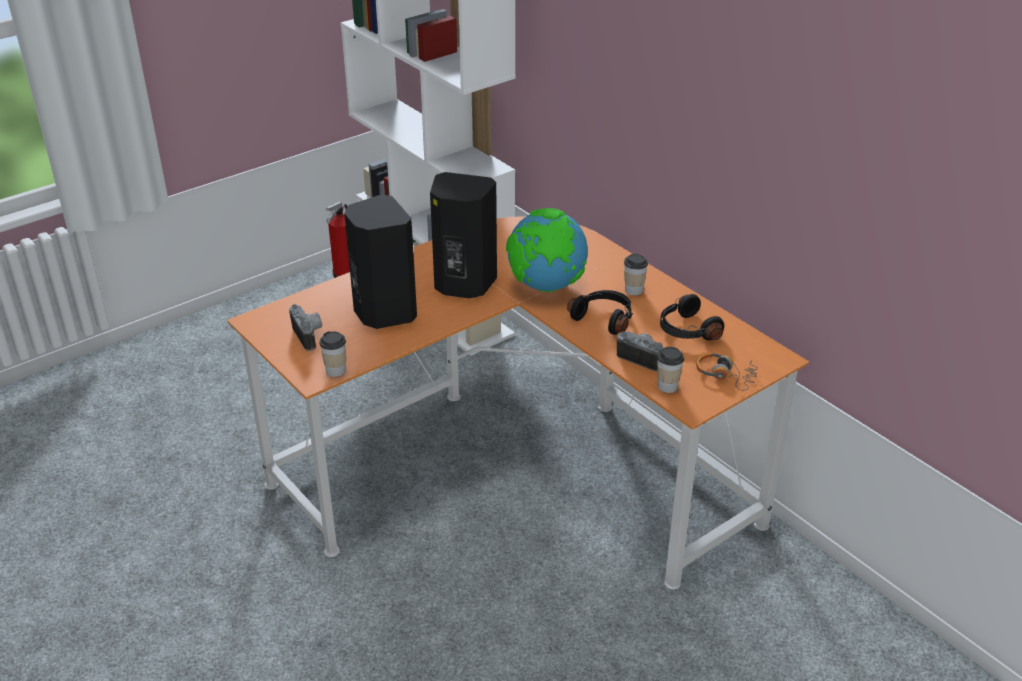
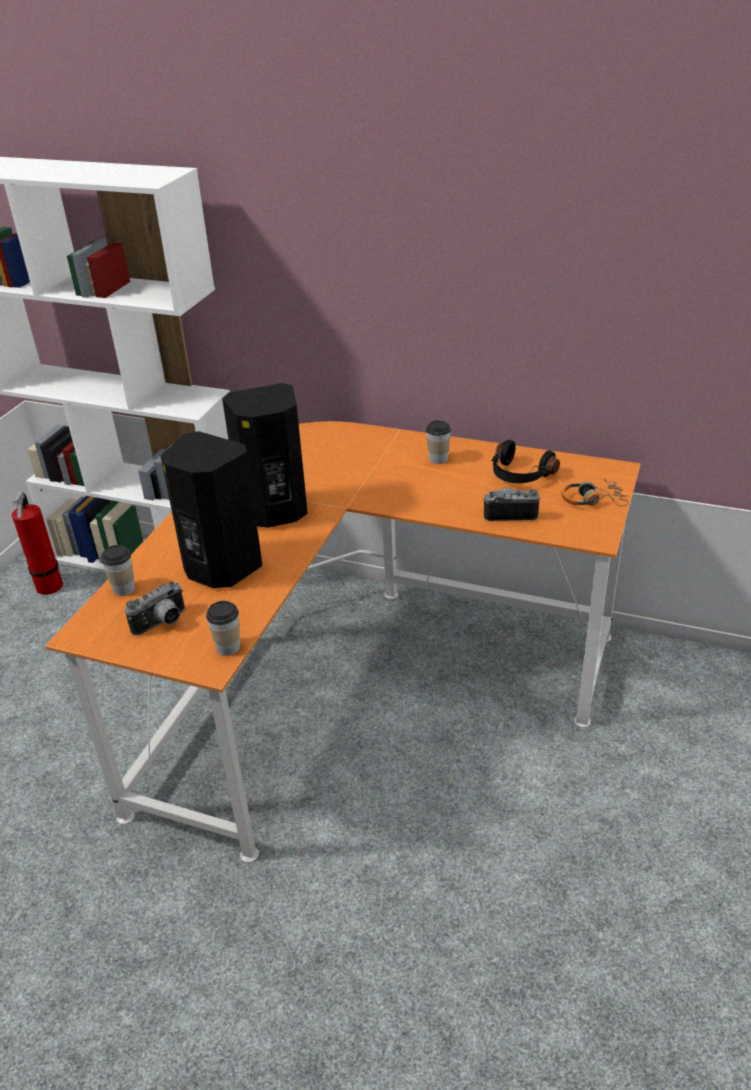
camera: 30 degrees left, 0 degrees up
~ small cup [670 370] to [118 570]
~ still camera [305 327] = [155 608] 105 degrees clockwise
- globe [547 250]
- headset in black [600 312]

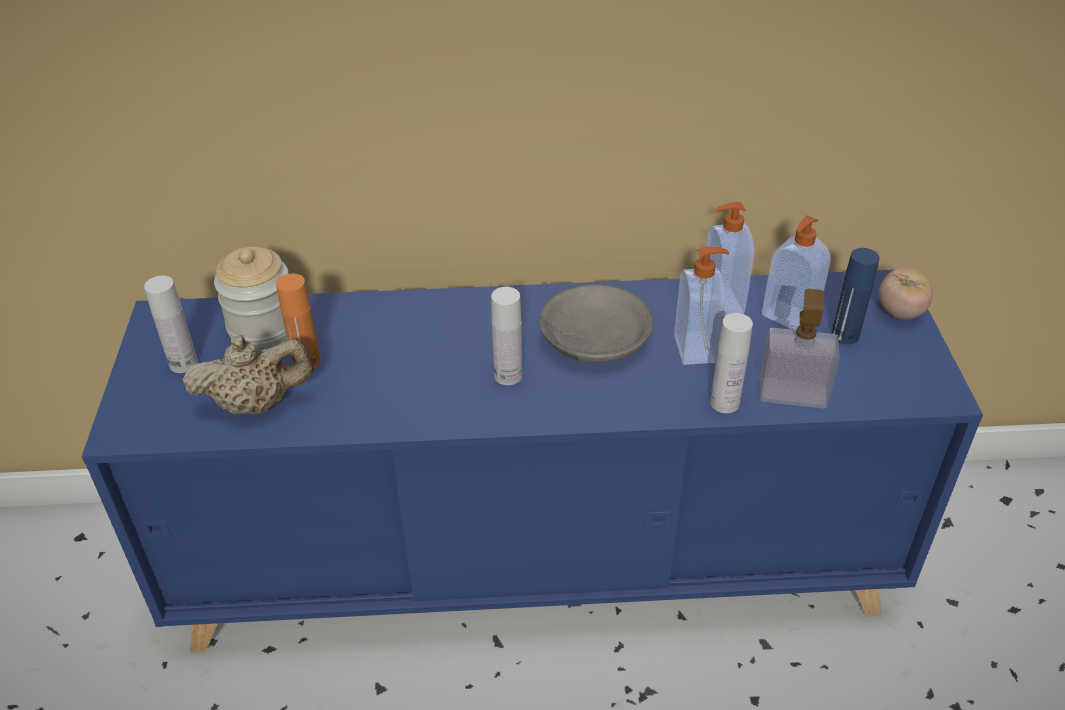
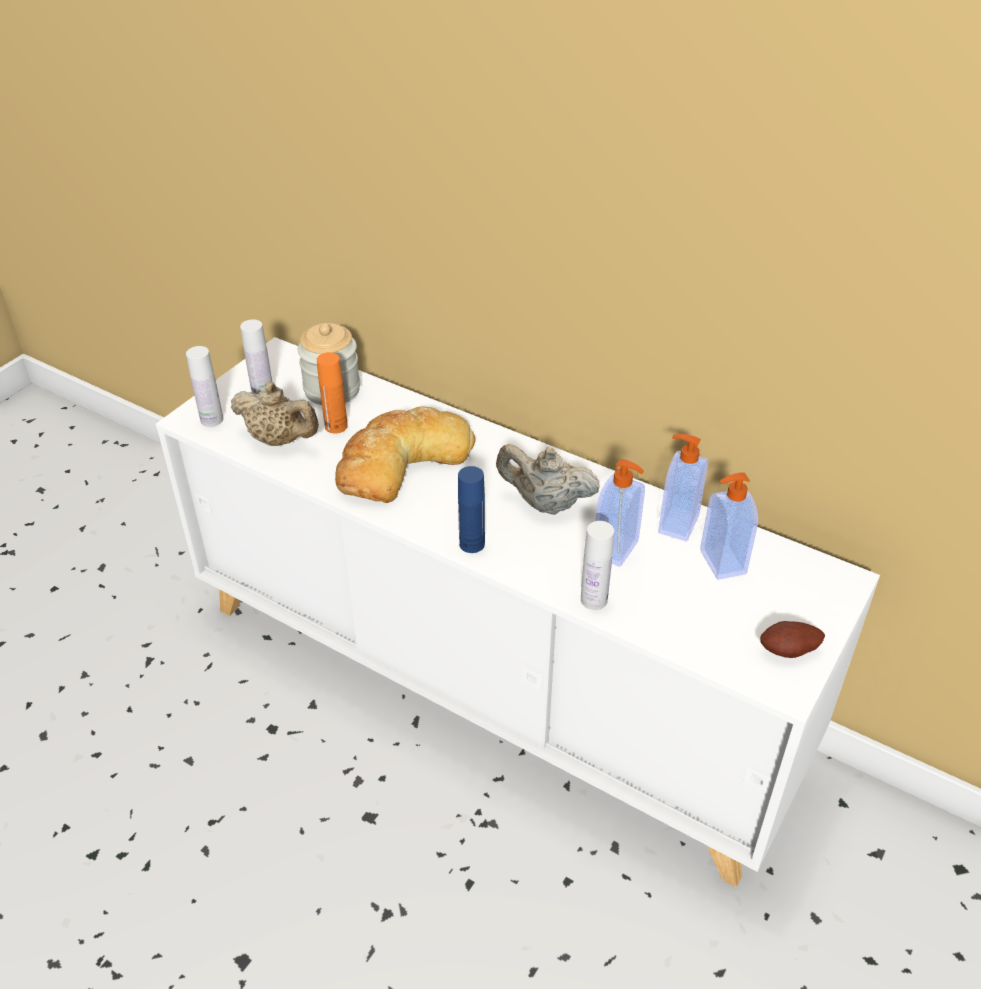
camera: 35 degrees right, 0 degrees up
~ cupboard in blue [532 461] to cupboard in white-coloured [518 612]
~ bottle in white-coloured [507 336] to [204 386]
+ bread [405 454]
~ bottle in blue [855 296] to [471 509]
~ bowl in gray [596 323] to tea pot in sand-coloured [548 479]
+ spud [792 639]
- soap dispenser [799 349]
- fresh tomato [906 293]

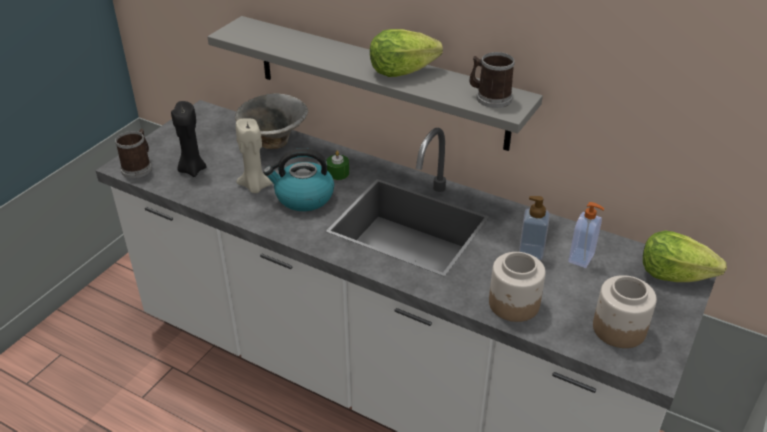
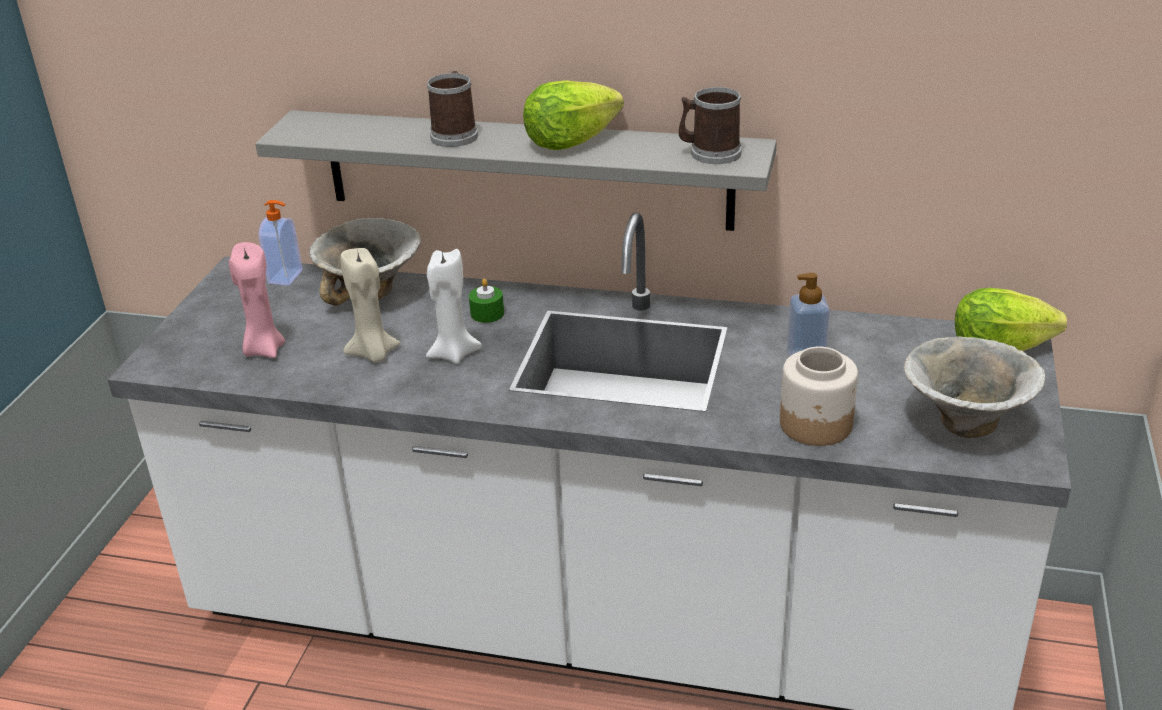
camera: 15 degrees left, 5 degrees down
~ wax candle in black [189 139] to wax candle in pinkish [257 300]
~ soap dispenser [586 235] to [280 243]
~ kettle [298 179] to wax candle in white-coloured [454 306]
~ mug [133 153] to [452 109]
~ preserve jar [625 311] to bowl [975 387]

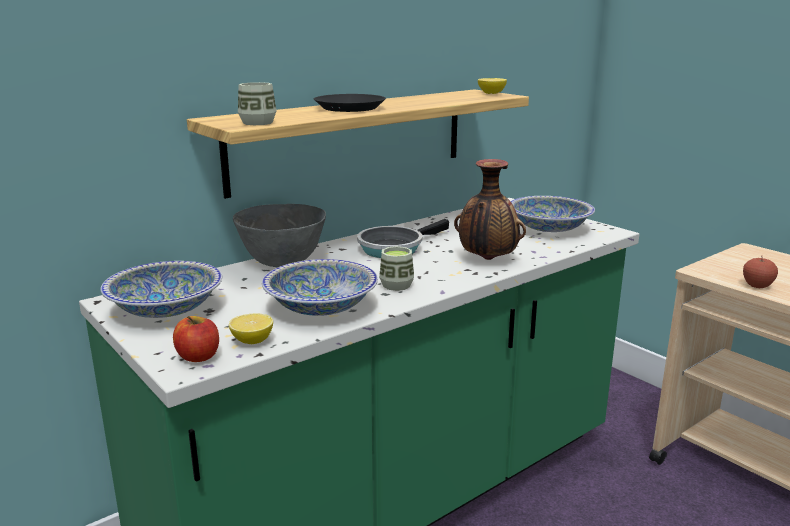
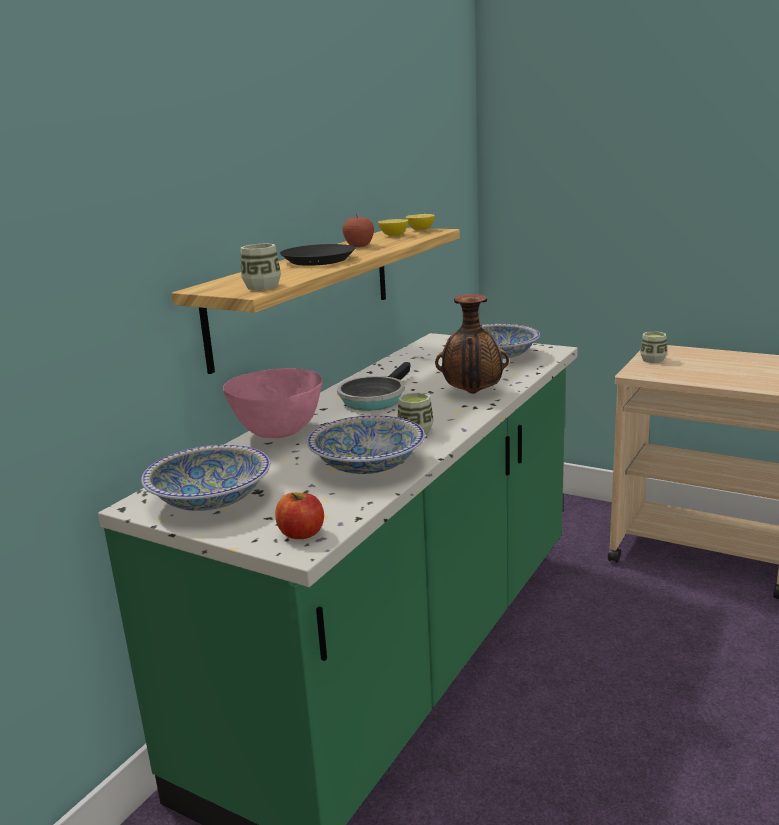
camera: 20 degrees left, 0 degrees up
~ bowl in gray [279 235] to bowl in pinkish [273 403]
~ apple [760 272] to [358 230]
~ citrus fruit [251 328] to [393 227]
+ small cup [653 347]

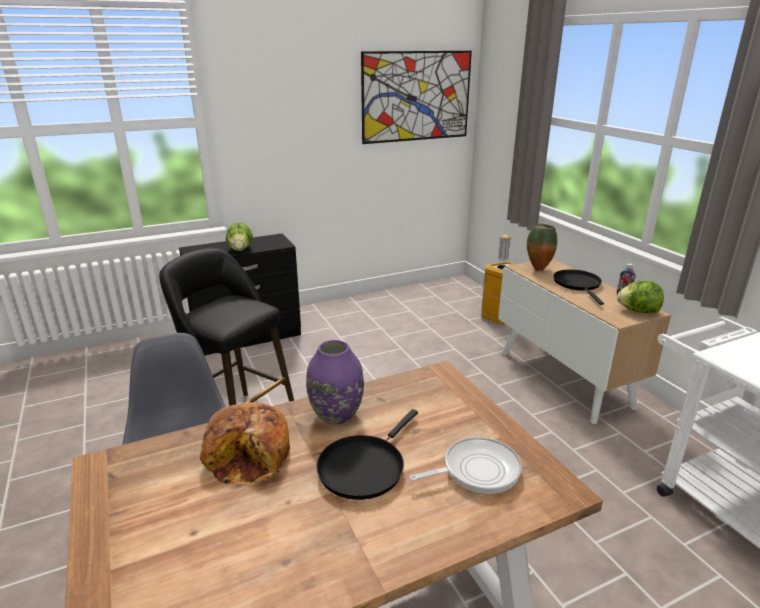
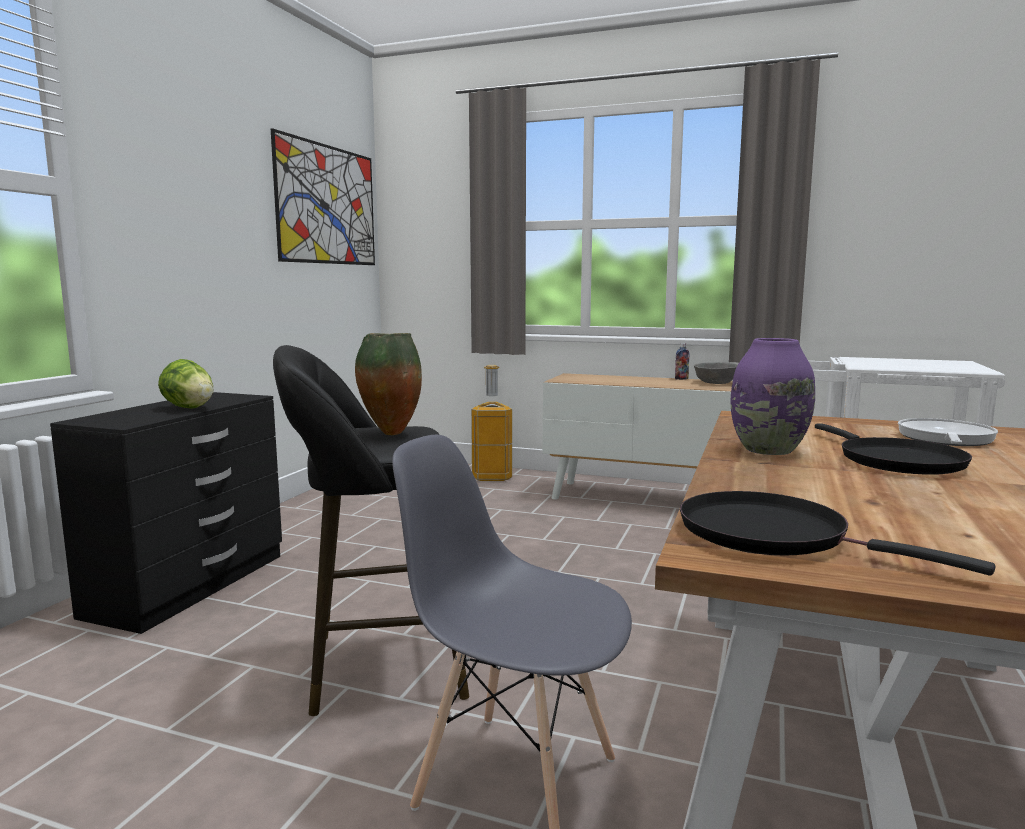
camera: 45 degrees left, 15 degrees down
~ vase [542 247] to [388 384]
~ pan in black [578 287] to [837 533]
~ head of lettuce [640 296] to bowl in gray [716 373]
- bread [245 443]

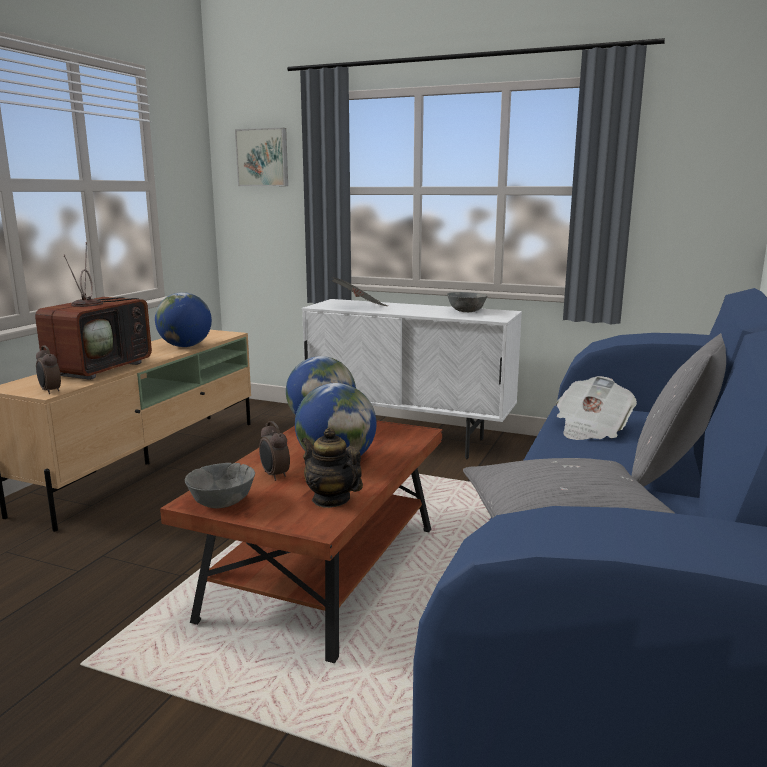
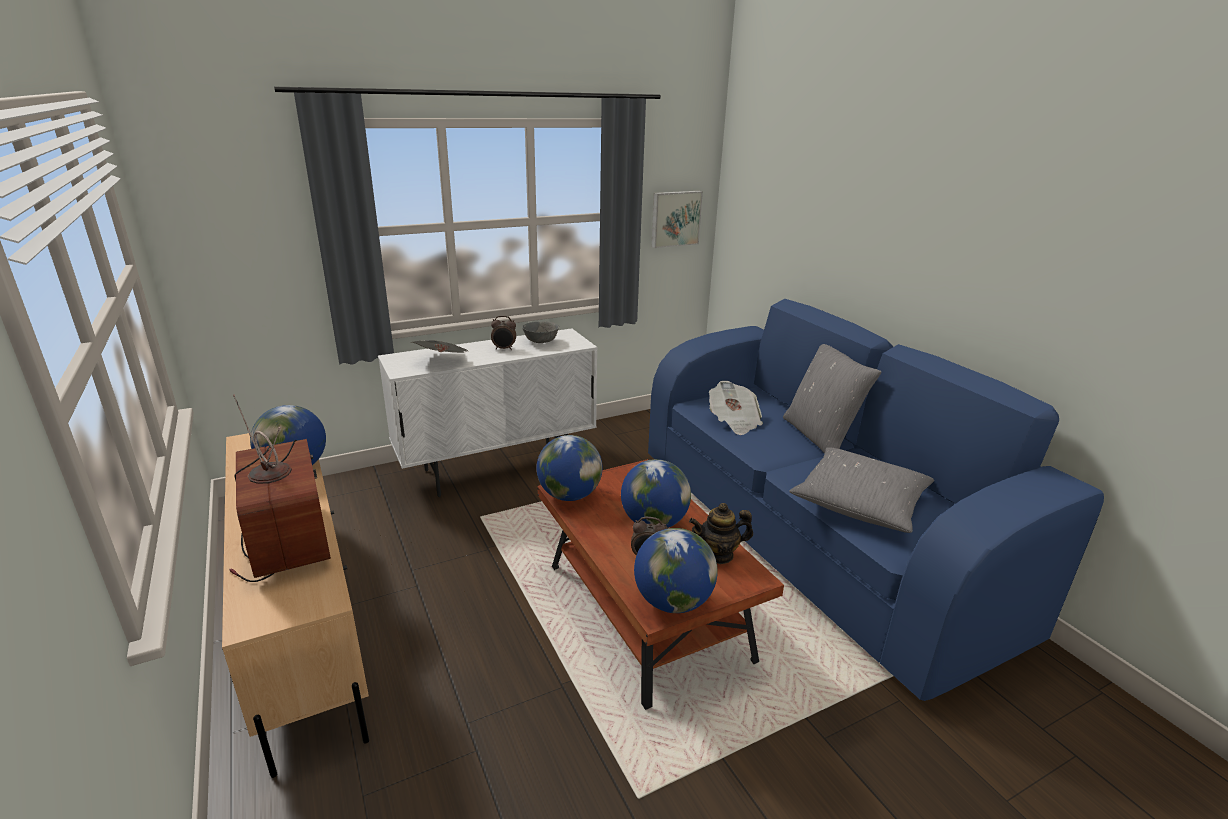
camera: 50 degrees left, 10 degrees up
~ bedside clock [48 369] to [503 333]
~ bowl in gray [220 485] to globe [676 570]
~ wall art [261 157] to [677 219]

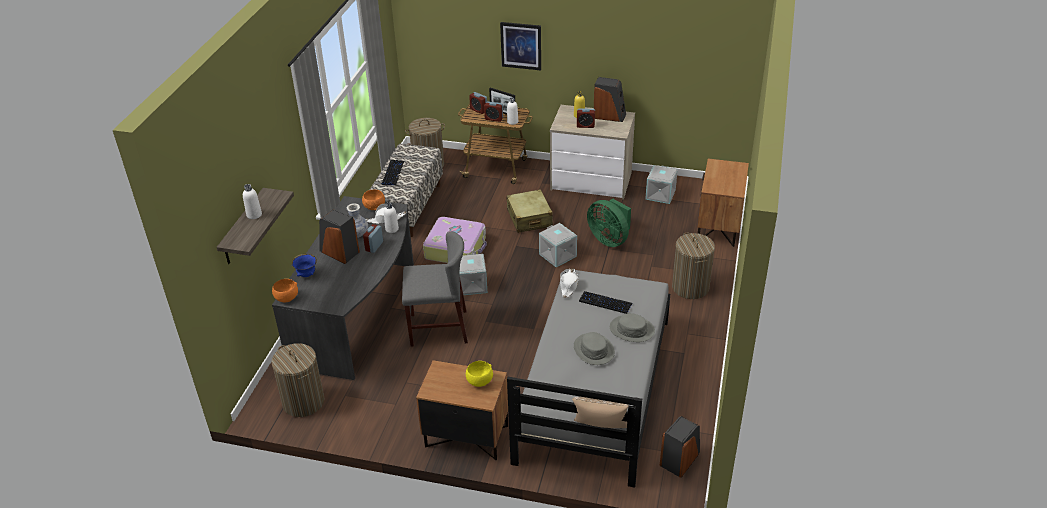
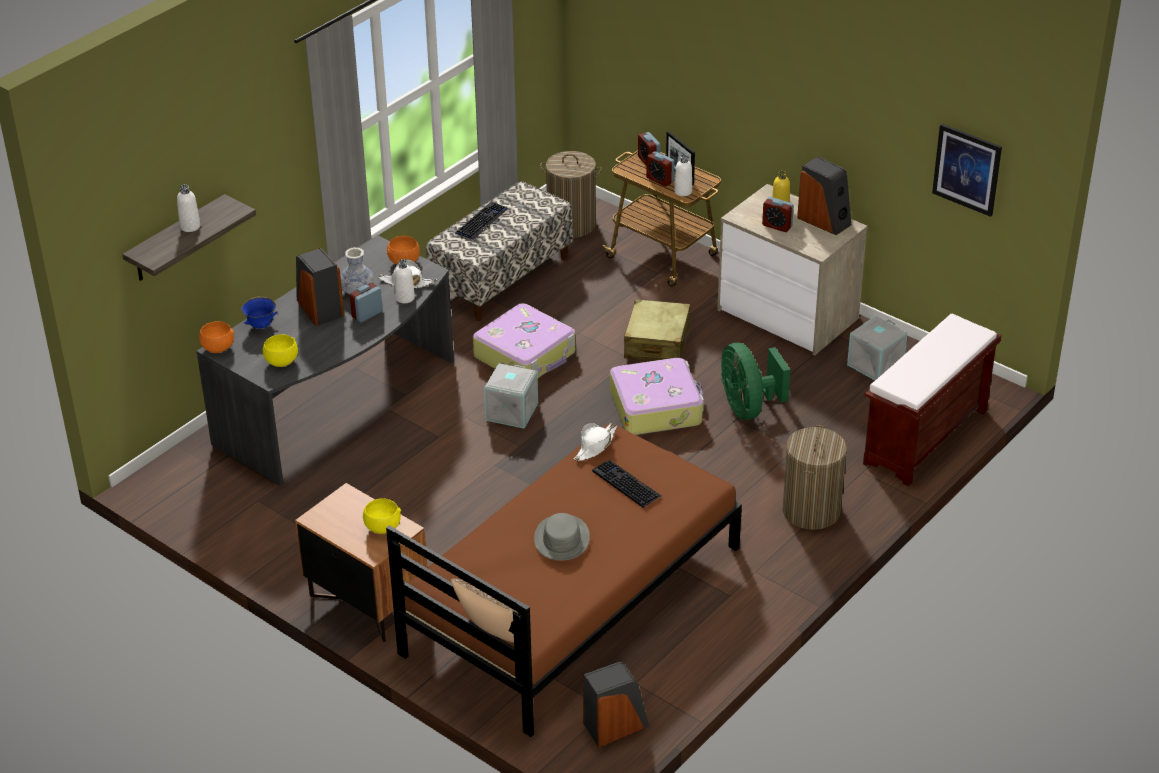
camera: 25 degrees right, 0 degrees up
+ bowl in yellow [280 350]
~ sleeping bed in gray [588 378] to sleeping bed in brown-coloured [564 580]
~ storage box in gray [558 245] to travel case [657 396]
~ nightstand in brown-coloured [723 203] to indoor bench in brown-coloured [932 400]
~ wall art [520 46] to [967 170]
- laundry basket [298 380]
- upright chair in gray [435 289]
- wearable hat in gray [632 327]

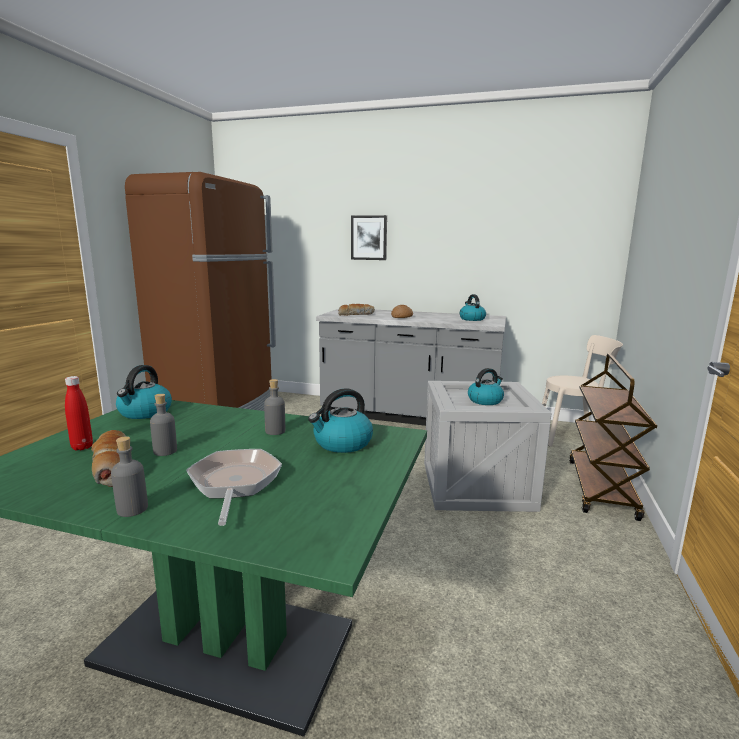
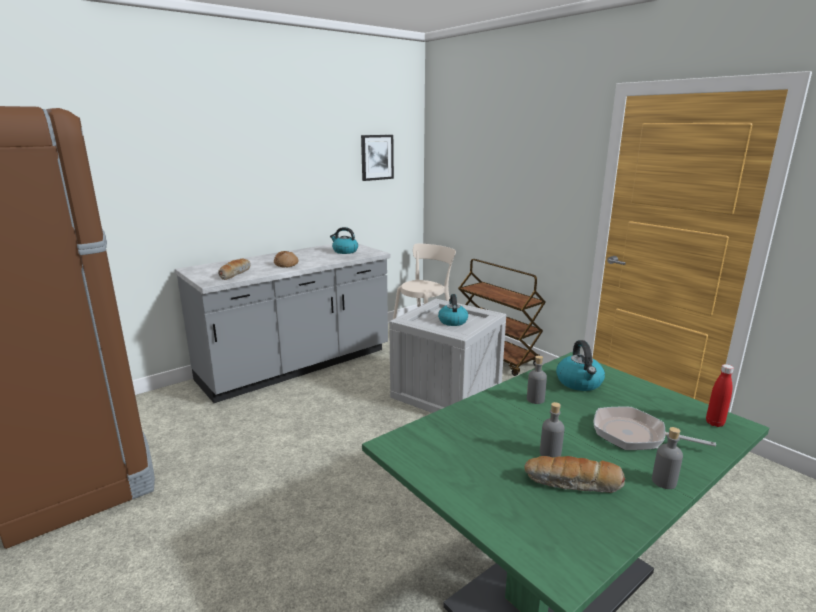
camera: 55 degrees left, 5 degrees up
~ wall art [369 237] to [377 158]
~ bottle in red [79 413] to [720 395]
- kettle [144 392]

